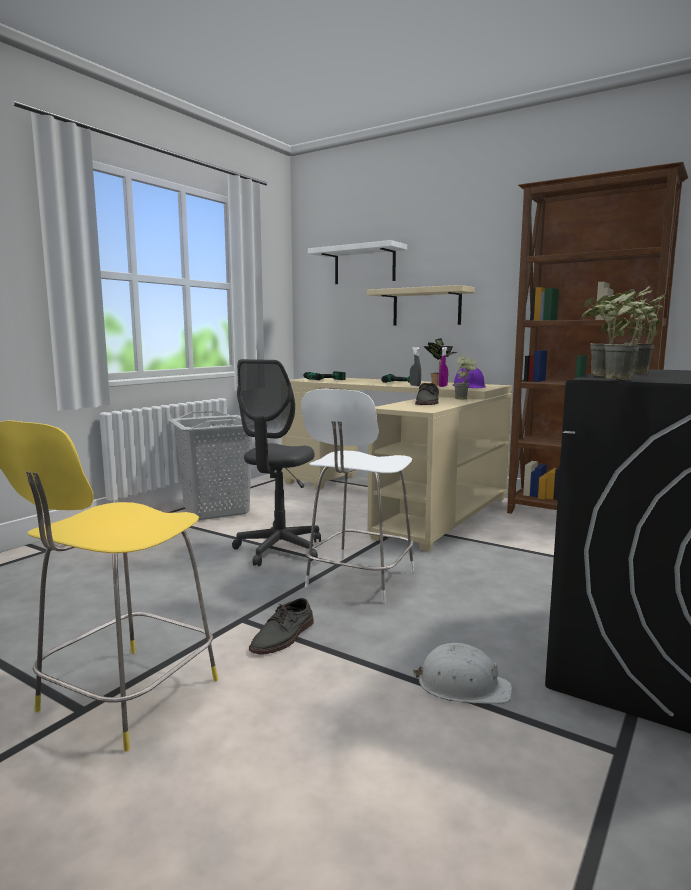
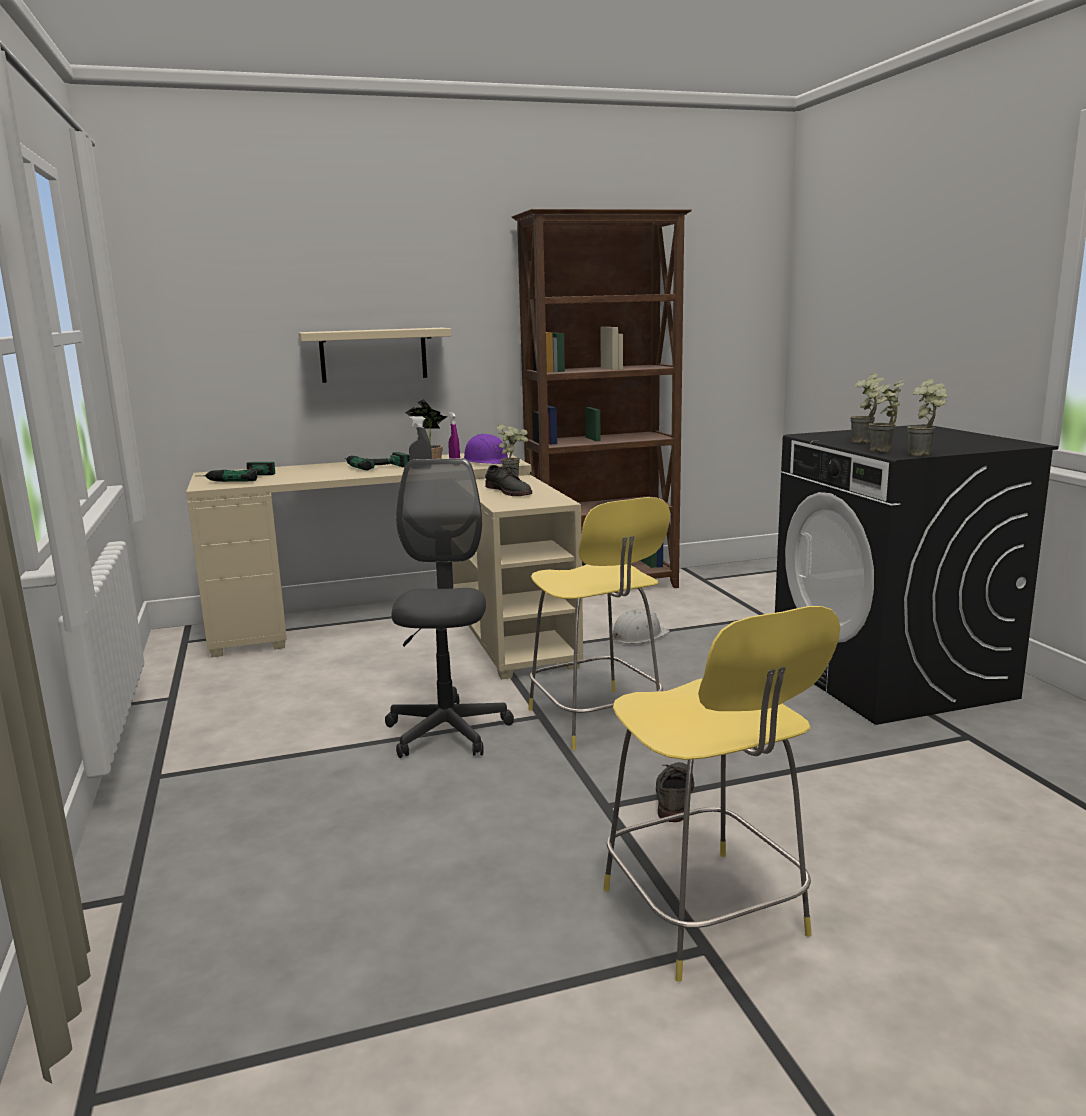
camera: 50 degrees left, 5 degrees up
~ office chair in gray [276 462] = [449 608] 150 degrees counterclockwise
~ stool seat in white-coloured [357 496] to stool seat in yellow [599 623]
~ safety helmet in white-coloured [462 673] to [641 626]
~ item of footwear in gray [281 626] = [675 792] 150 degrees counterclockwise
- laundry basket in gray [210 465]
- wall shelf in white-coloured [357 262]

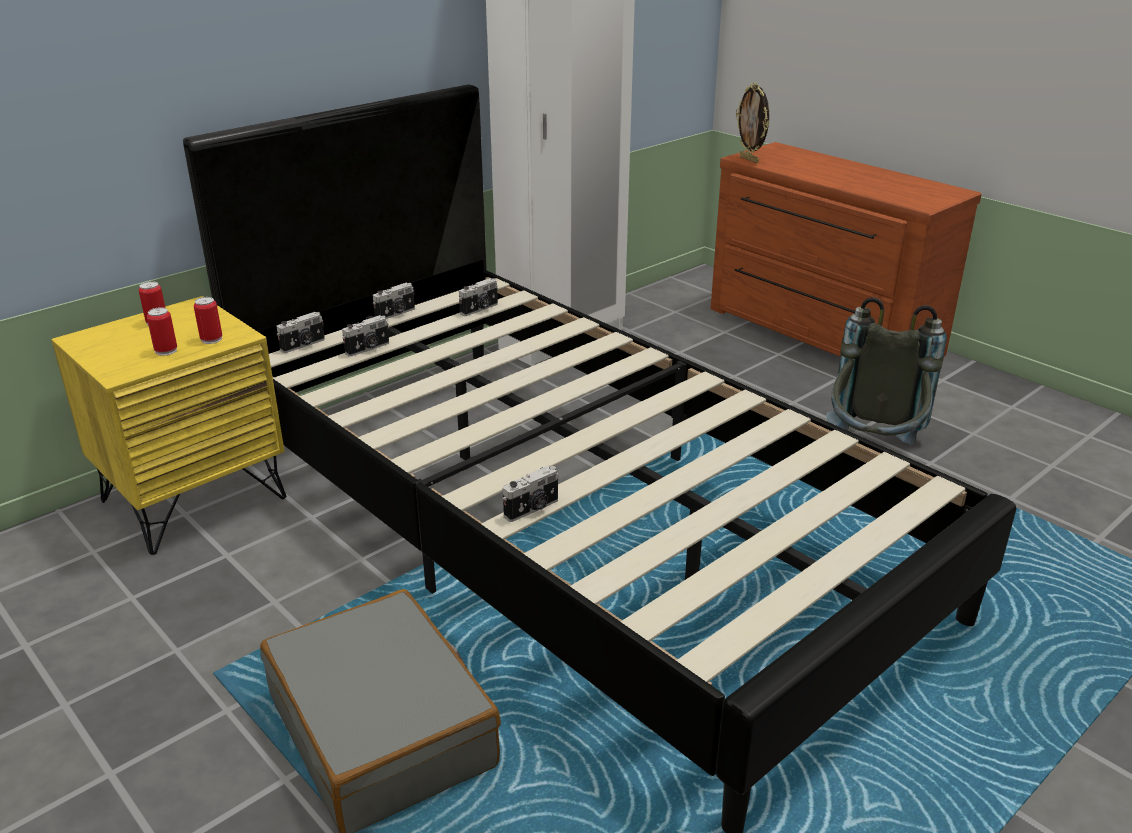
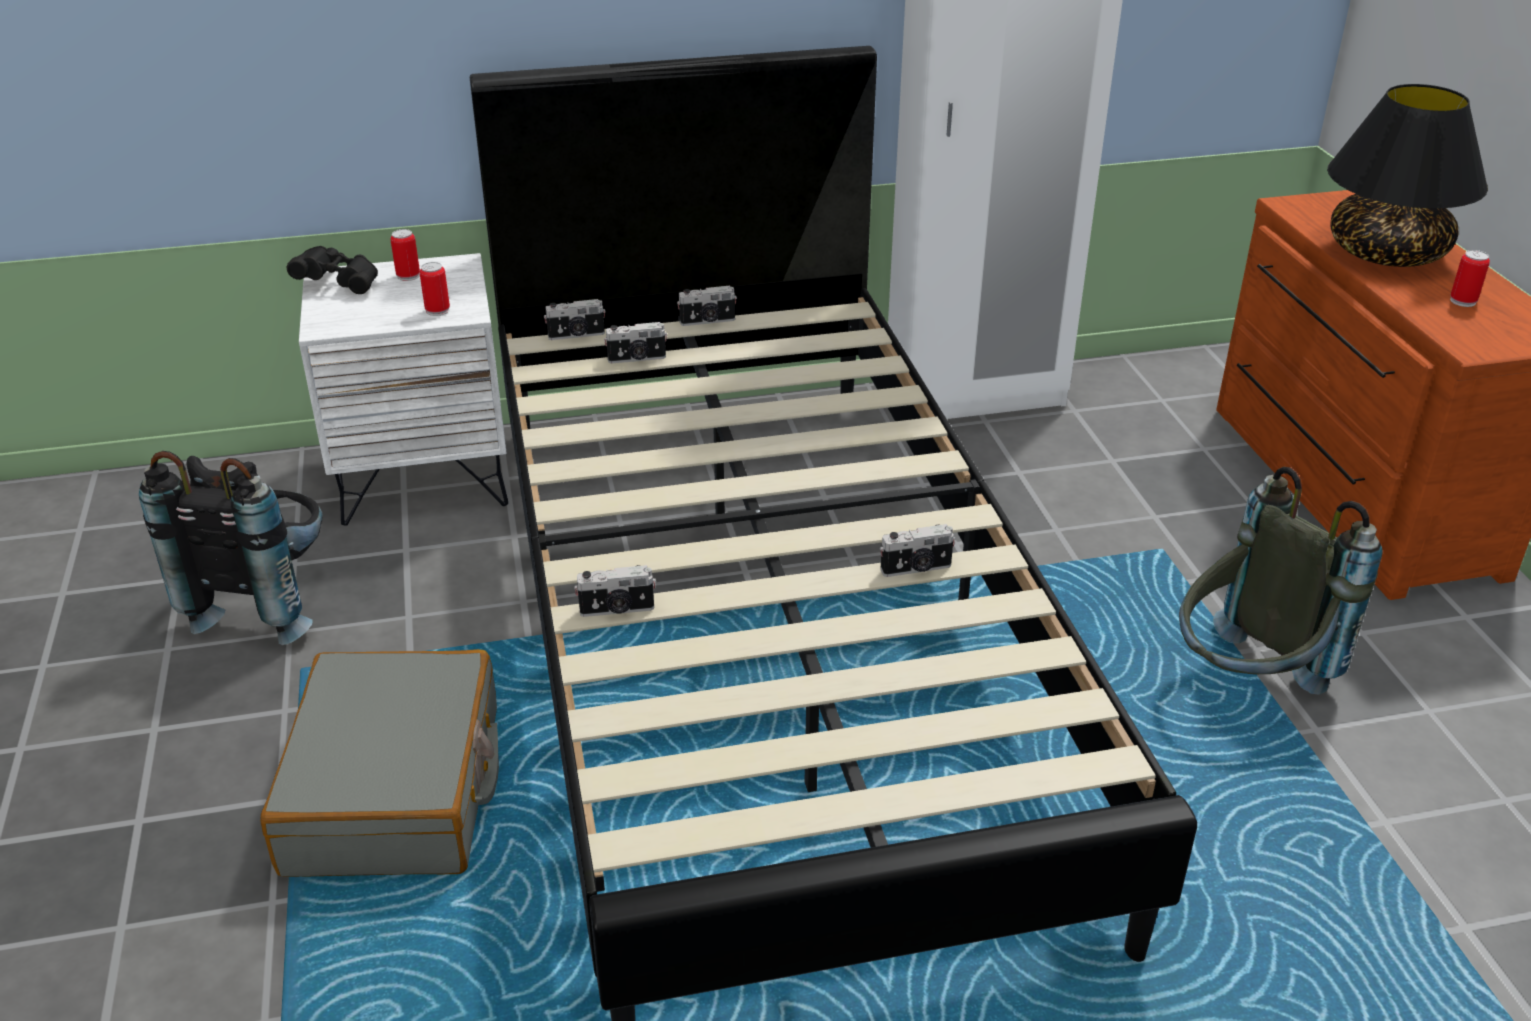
camera: 30 degrees right, 5 degrees up
+ knapsack in black [231 548]
+ pair of binoculars in black [332 270]
~ nightstand in yellow [169 425] to nightstand in white-coloured [403 389]
~ still camera [478 297] to [918 550]
+ lamp for a table in black [1407 175]
~ sealed can [162 331] to [1470 278]
- standing frame [752 122]

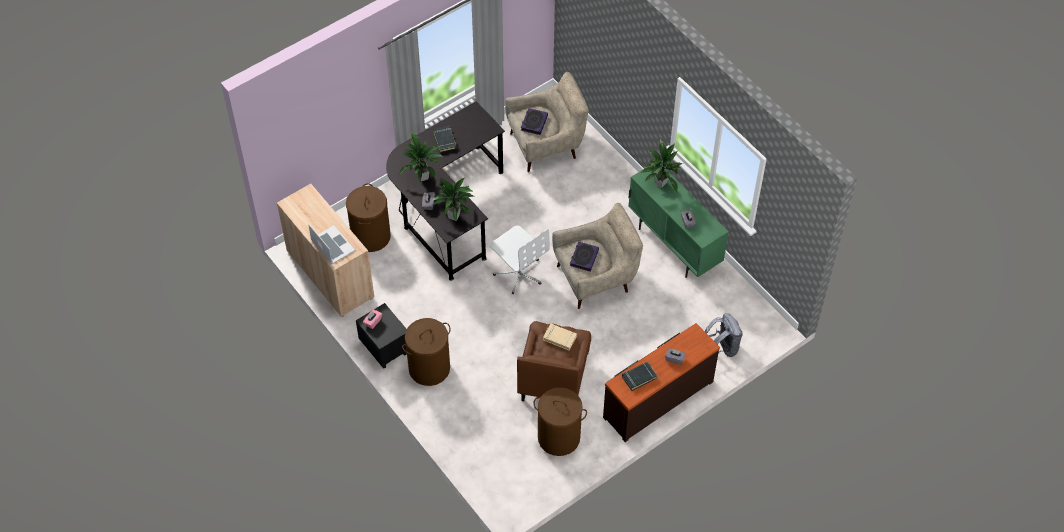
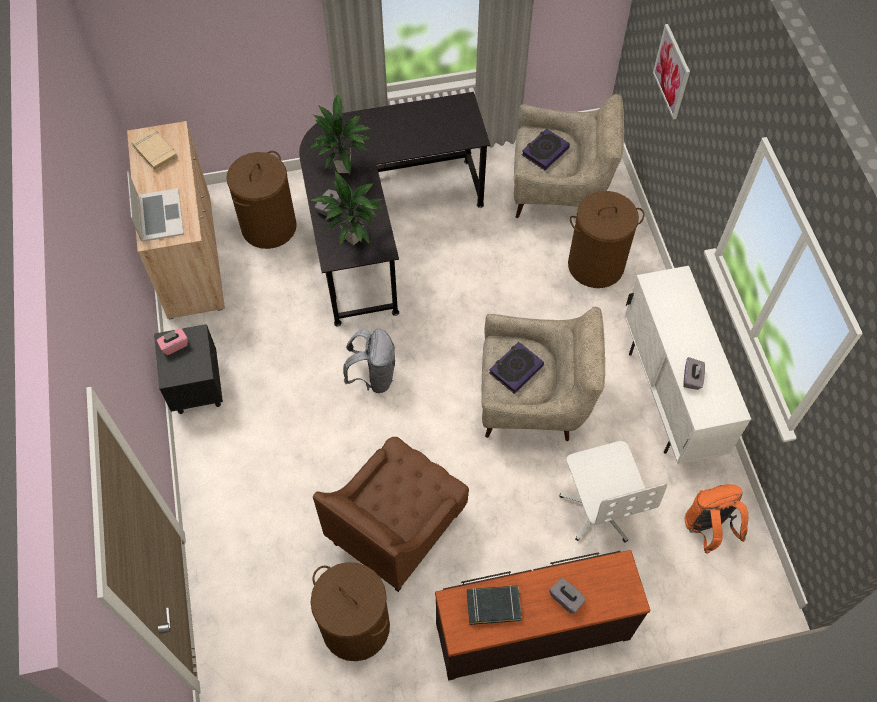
camera: 25 degrees right, 5 degrees up
~ book in sand-coloured [560 337] to [154 150]
~ knapsack in gray [724 335] to [369 360]
~ office chair in white-coloured [520 259] to [613 492]
~ laundry basket in brown-coloured [426 352] to [606 239]
~ cupboard in green-coloured [678 221] to cupboard in white-coloured [688 365]
+ wall art [671 72]
+ knapsack in orangey [716 519]
- book in black [445 139]
- houseplant [661 166]

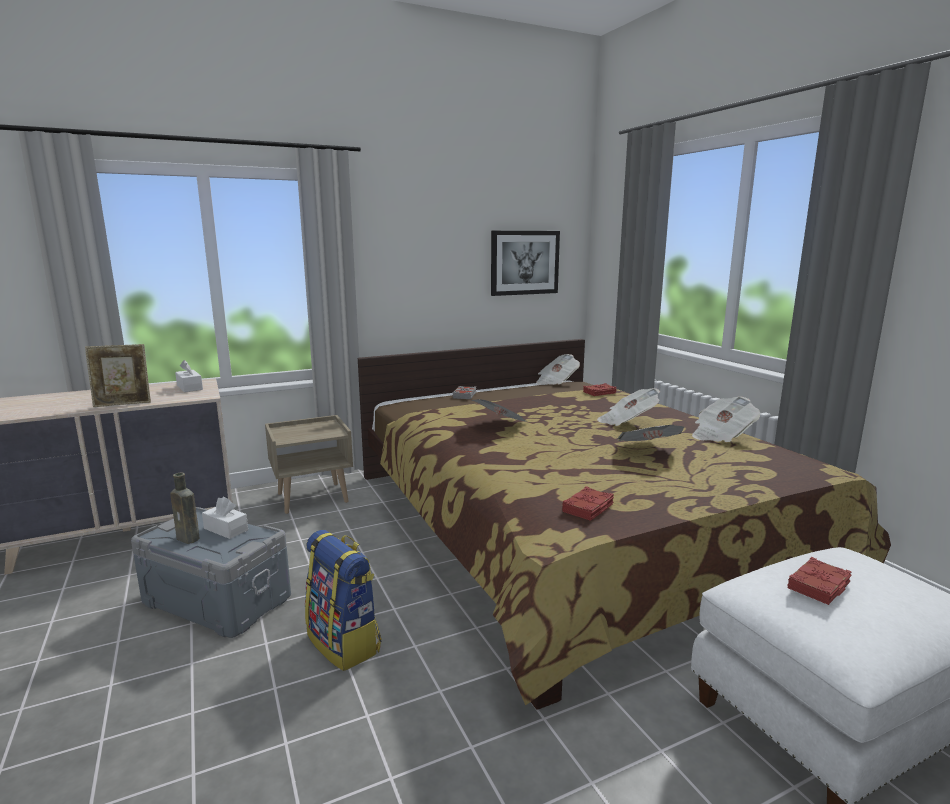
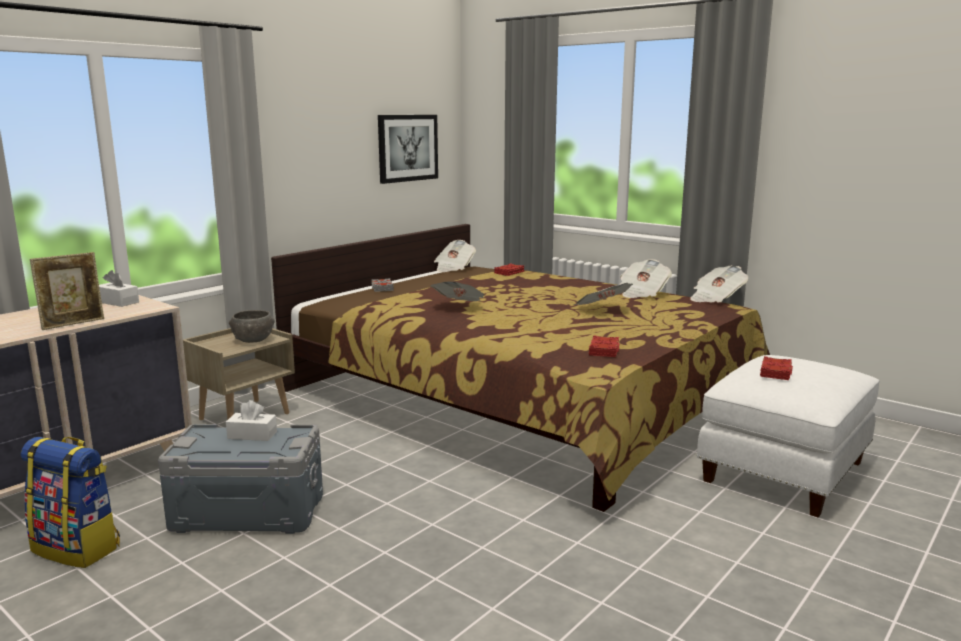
camera: 25 degrees left, 0 degrees up
~ knapsack [343 600] to [70 502]
+ bowl in gray [252 326]
~ newspaper [628 407] to [719 284]
- bottle in brown-coloured [184 508]

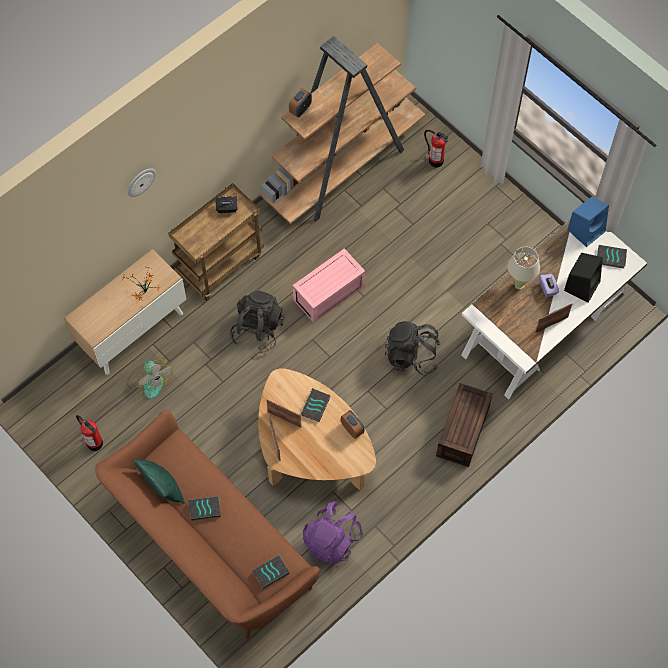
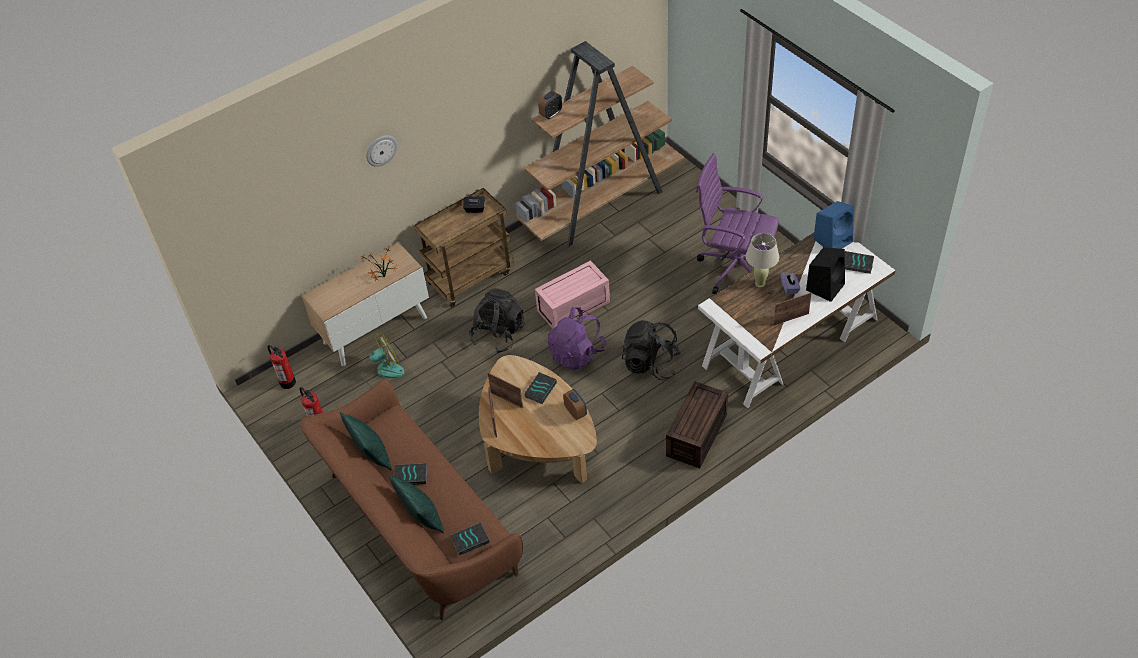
camera: 10 degrees right, 15 degrees down
~ fire extinguisher [436 149] to [282 367]
~ electric fan [150 379] = [384 360] 90 degrees counterclockwise
+ throw pillow in green-coloured [416 504]
~ knapsack in purplish [333 532] to [576 338]
+ office chair in purplish [737 223]

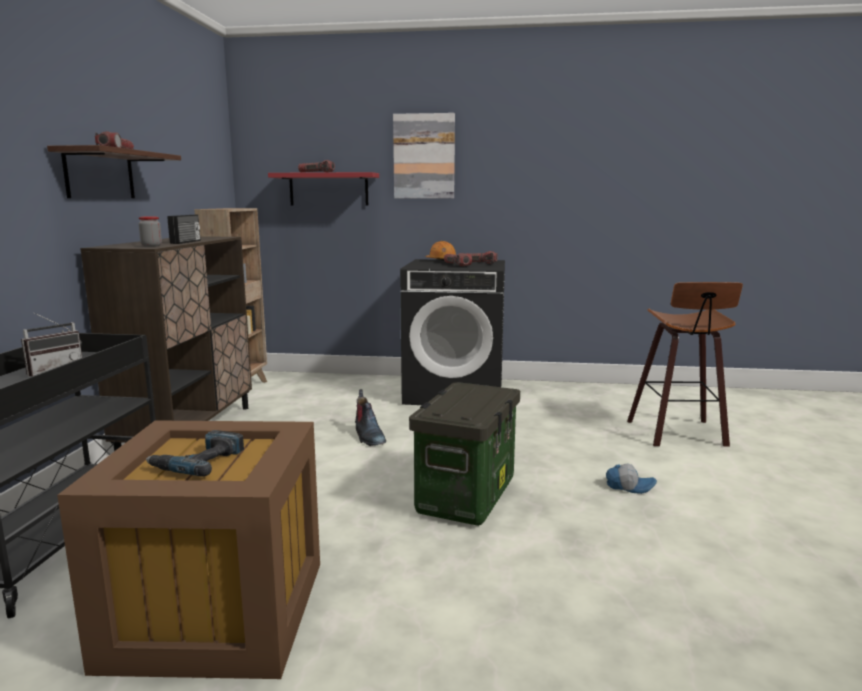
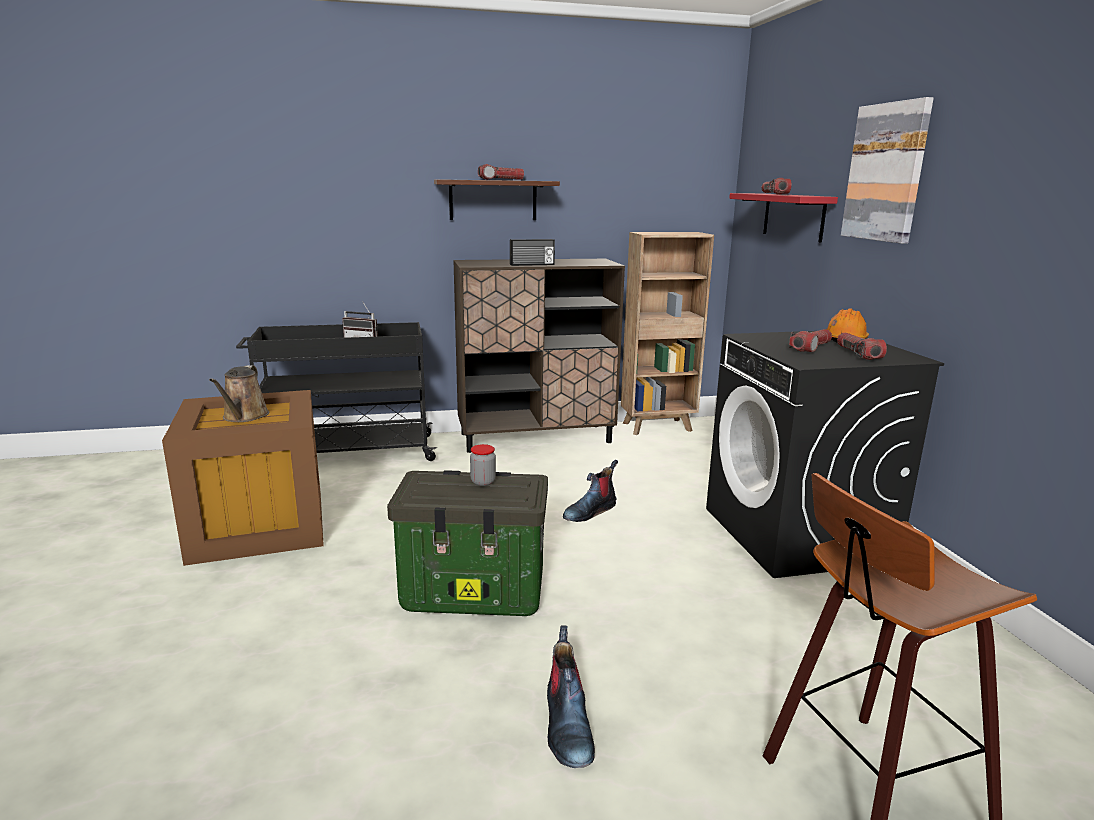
camera: 70 degrees right, 5 degrees up
~ power drill [195 453] to watering can in brown-coloured [239 393]
~ preserve jar [150 231] to [483 465]
~ peaked cap [631 479] to high-top boot [571 697]

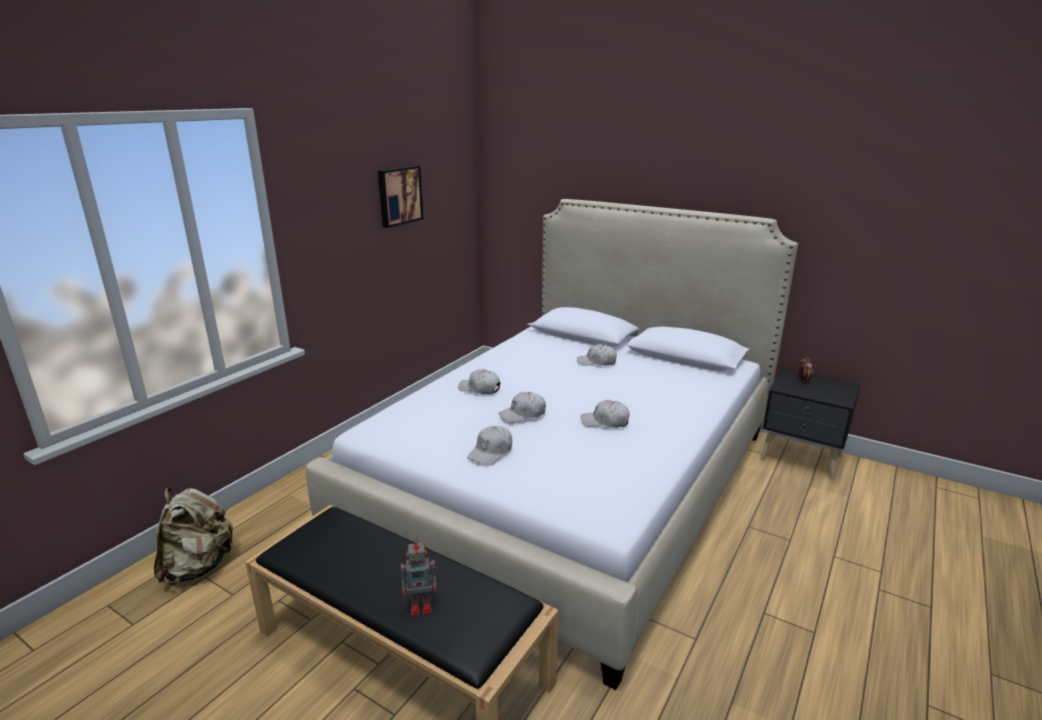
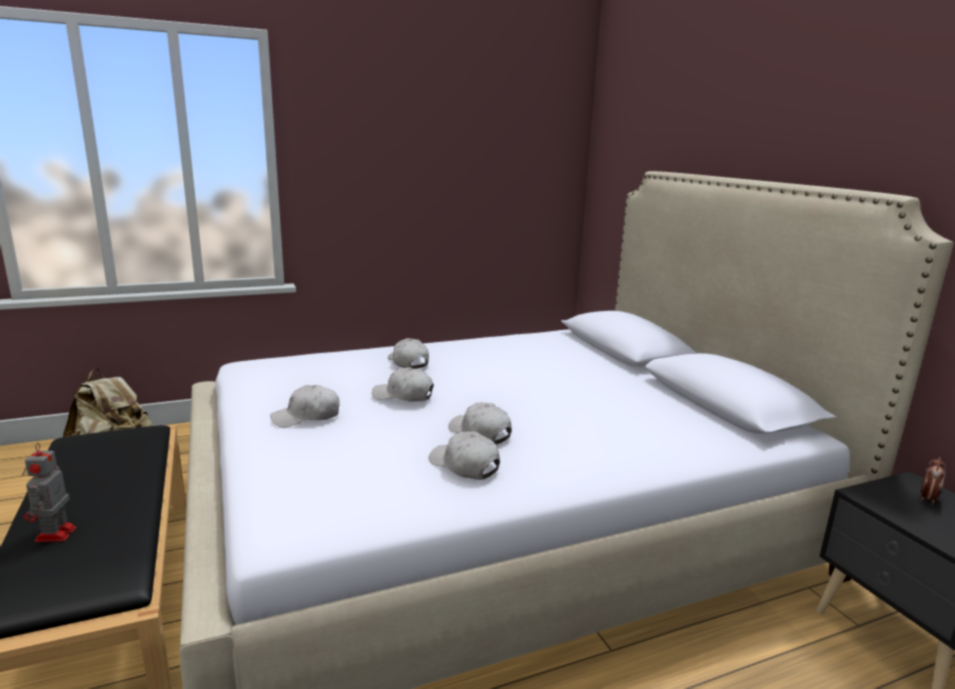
camera: 35 degrees right, 5 degrees down
~ robot figure [420 577] = [50 492] 60 degrees clockwise
~ peaked cap in white-coloured [597 355] to [464 456]
- wall art [400 196]

